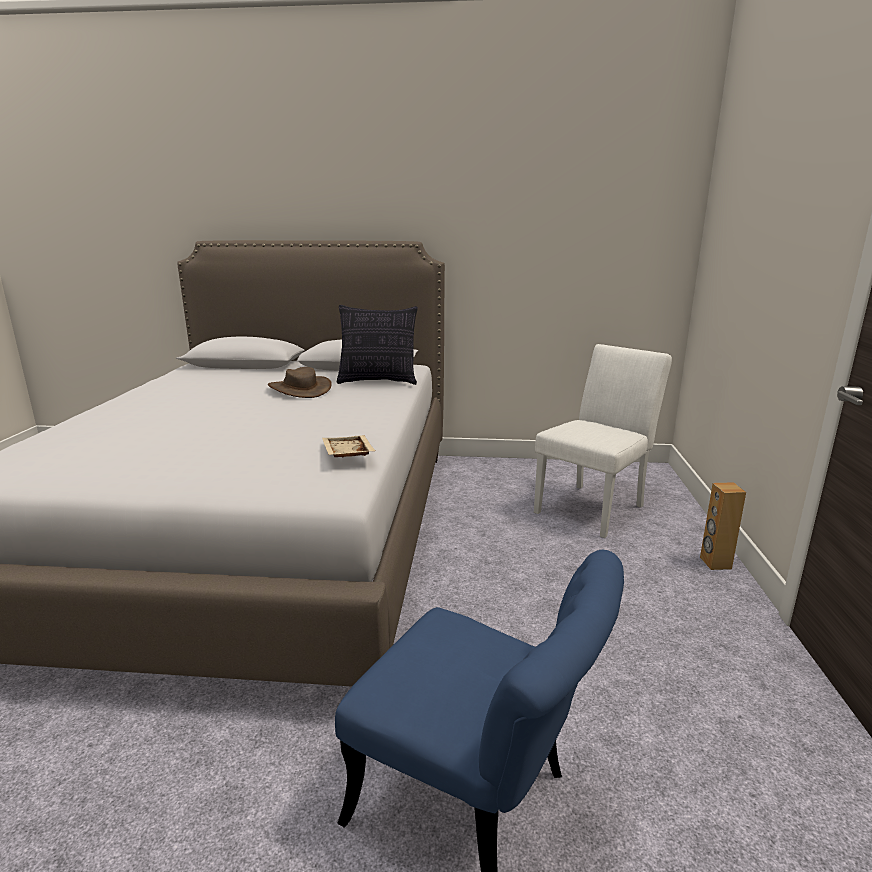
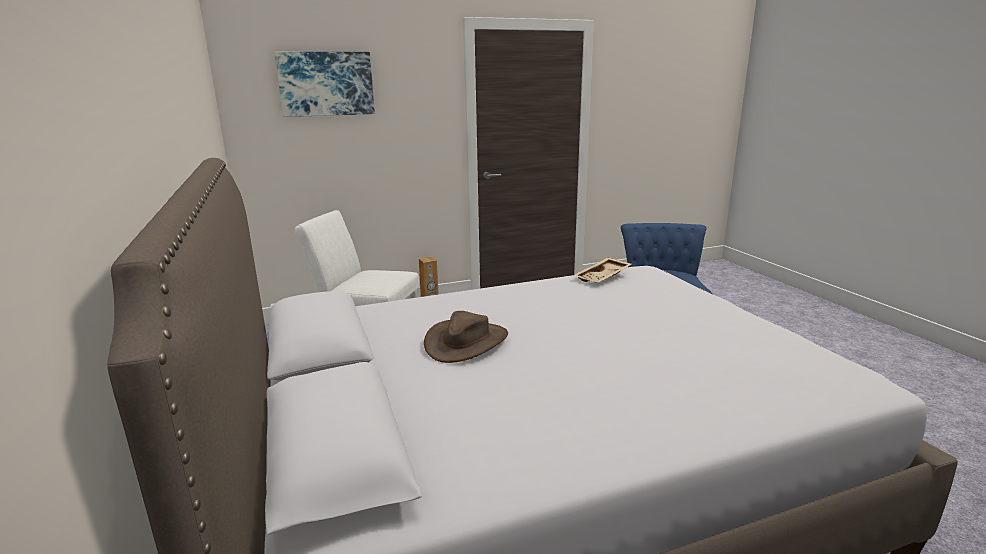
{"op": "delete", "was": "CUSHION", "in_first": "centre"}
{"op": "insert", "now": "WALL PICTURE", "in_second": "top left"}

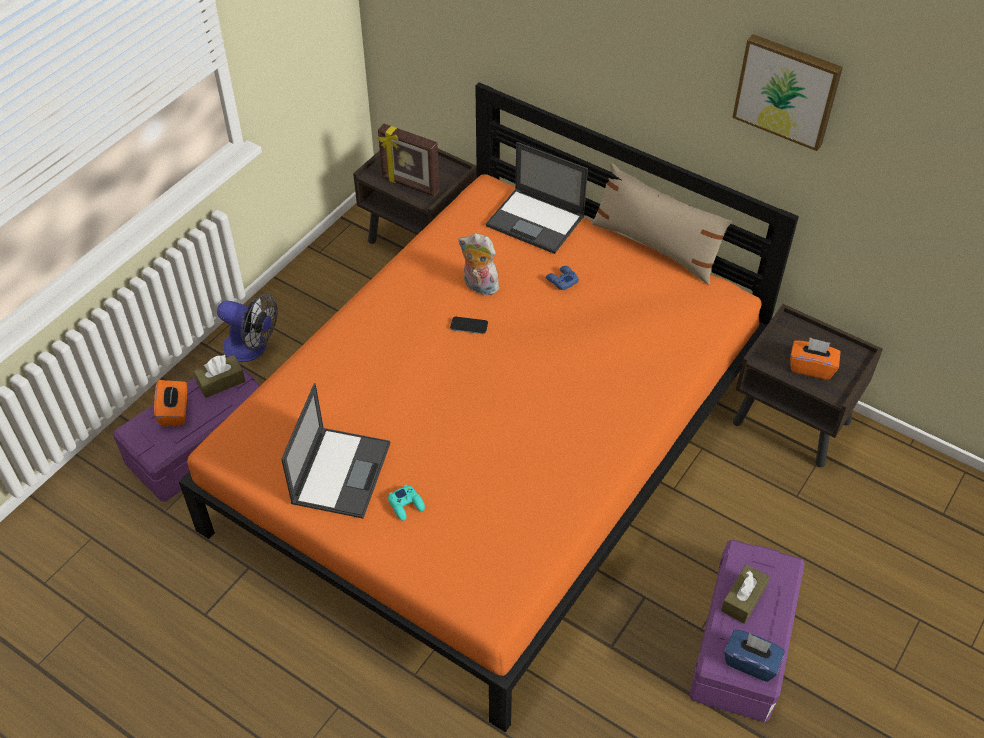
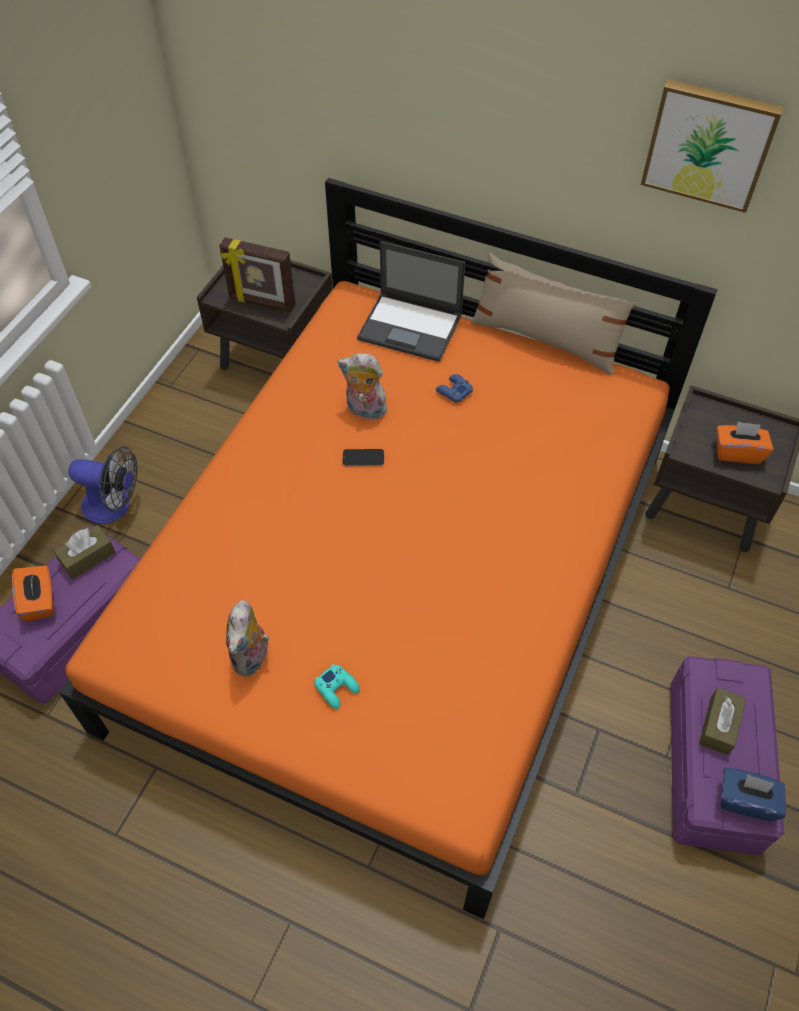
{"op": "replace", "was": "LAPTOP (1st from left)", "now": "SOFT TOY (1st from left)", "in_first": "centre", "in_second": "middle left"}

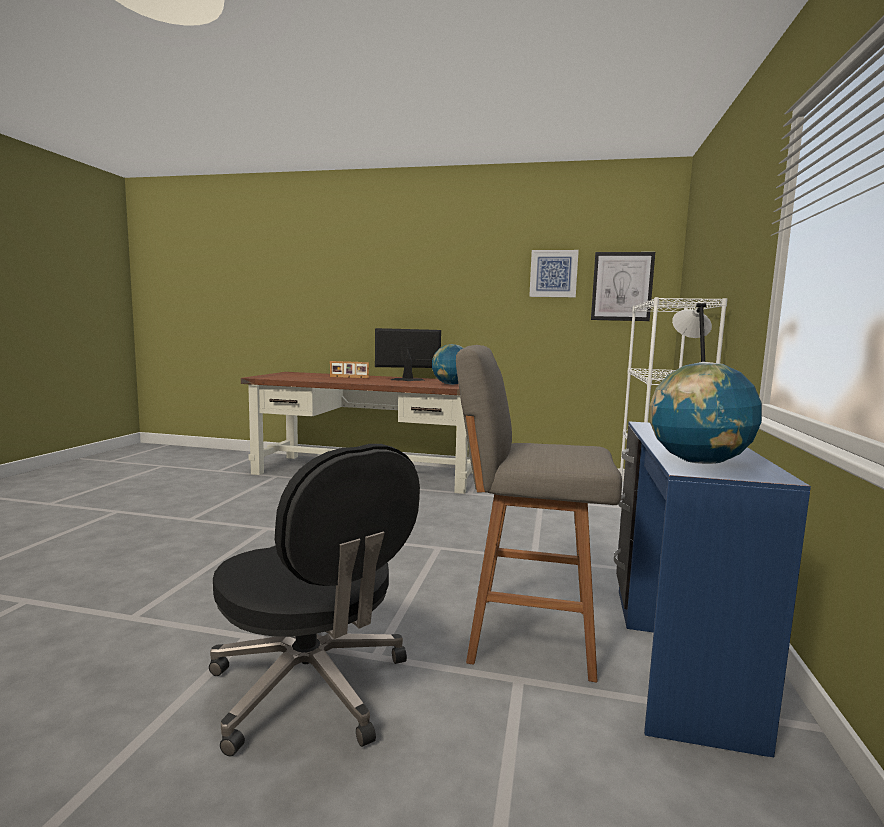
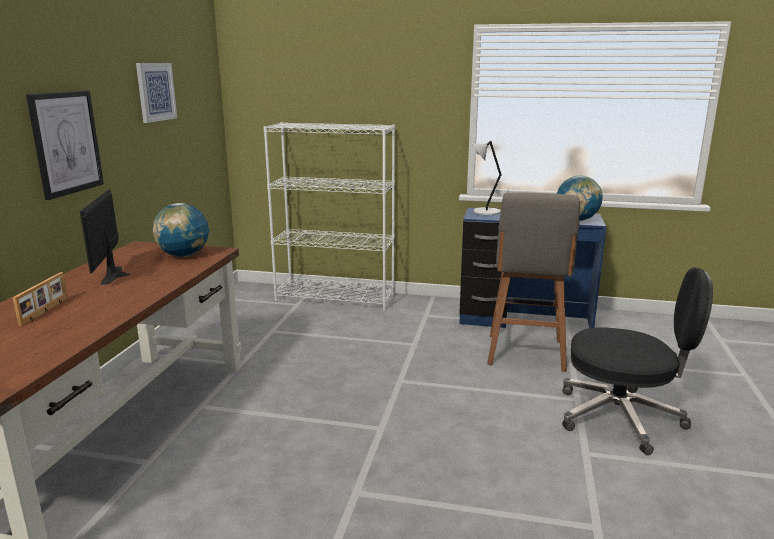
{"op": "move", "was": "WALL PICTURE (2nd from left in the first image)", "now": "WALL PICTURE (1st from left)", "in_first": "middle right", "in_second": "top left"}
{"op": "rotate", "was": "BLACK-COLOURED OFFICE CHAIR", "in_first": "bottom centre", "in_second": "bottom right", "clockwise": 60}

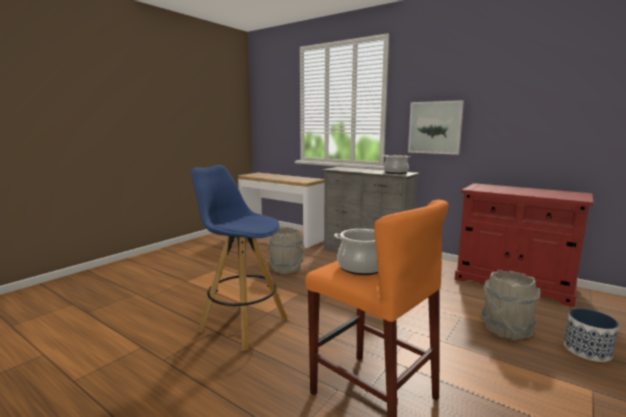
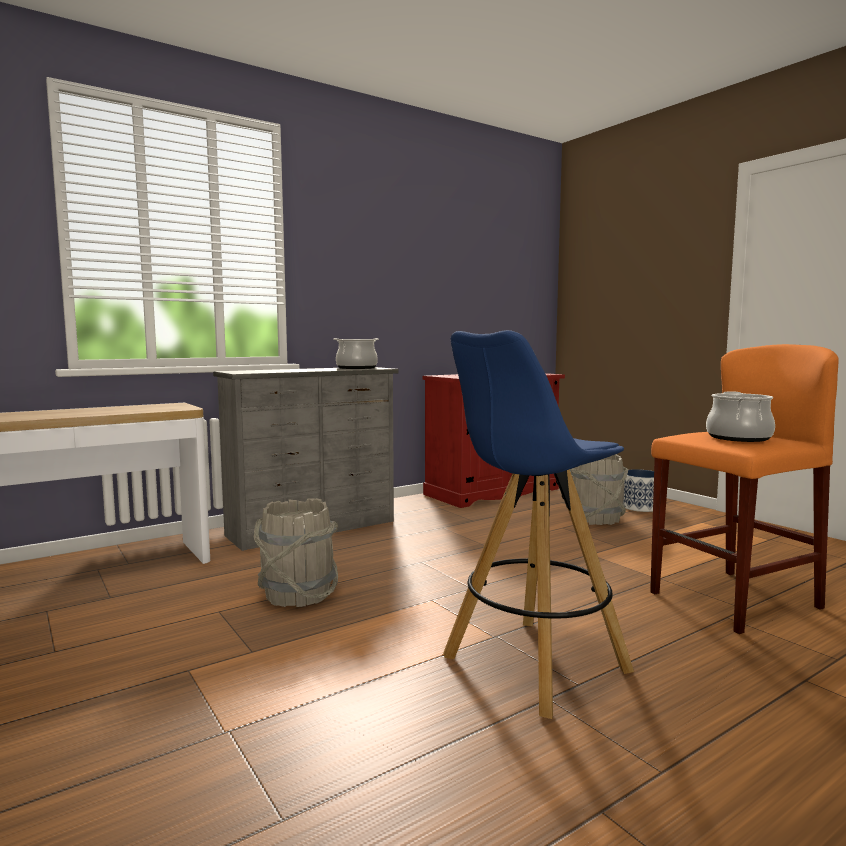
{"op": "delete", "was": "WALL PICTURE", "in_first": "top right"}

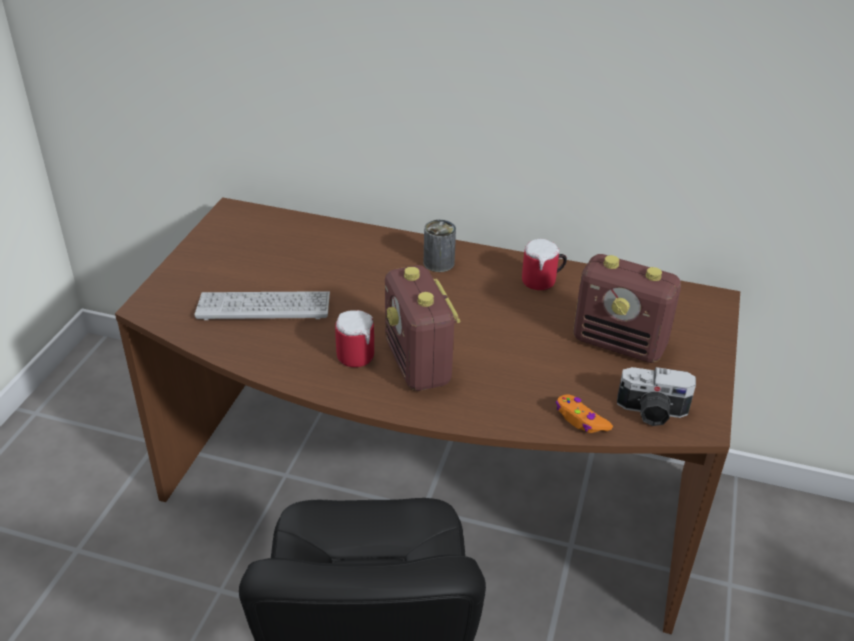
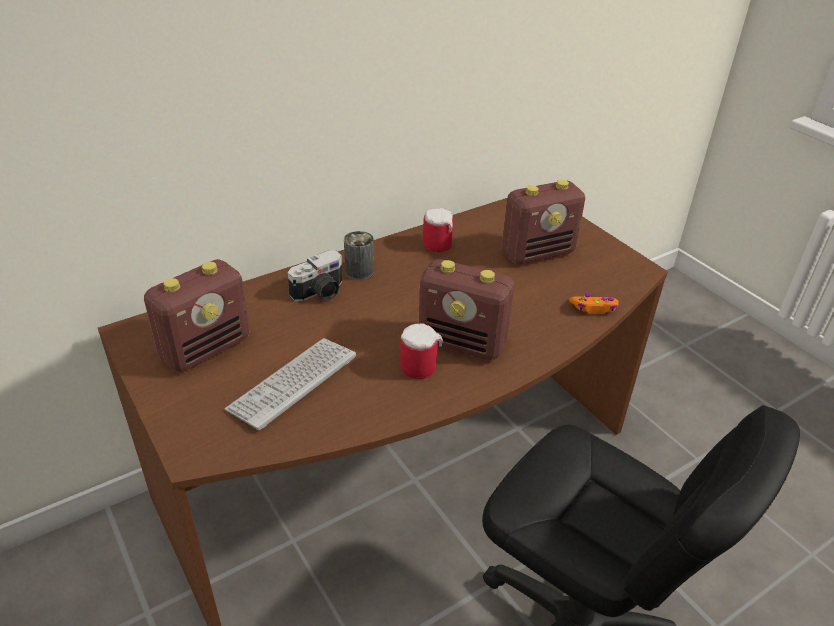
{"op": "move", "was": "STILL CAMERA", "in_first": "middle right", "in_second": "centre"}
{"op": "insert", "now": "RADIO (1st from left)", "in_second": "middle left"}

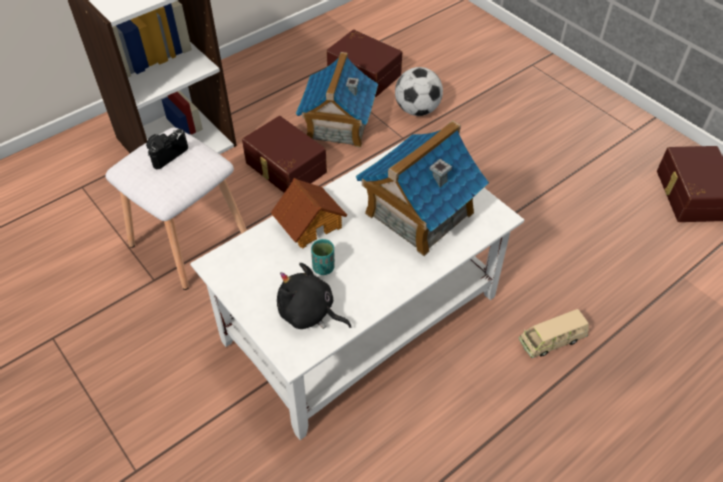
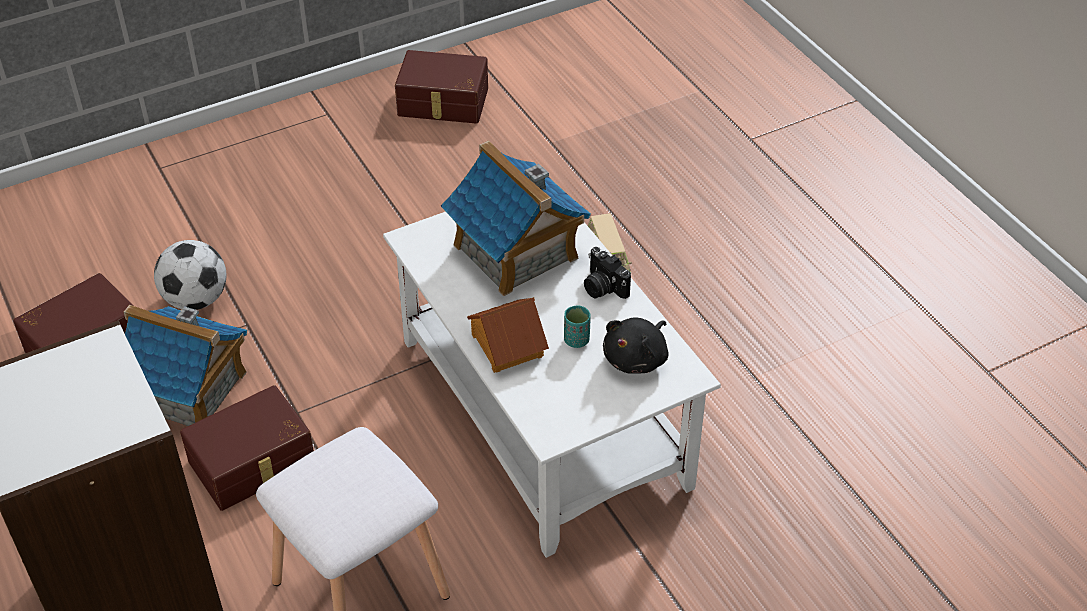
{"op": "move", "was": "STILL CAMERA", "in_first": "top left", "in_second": "centre"}

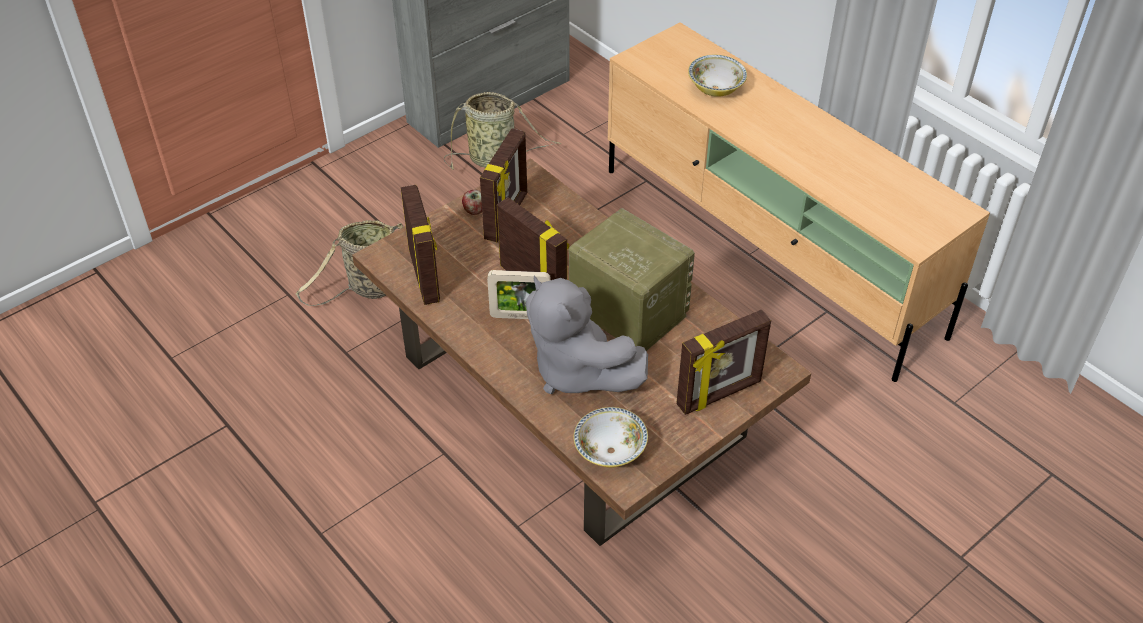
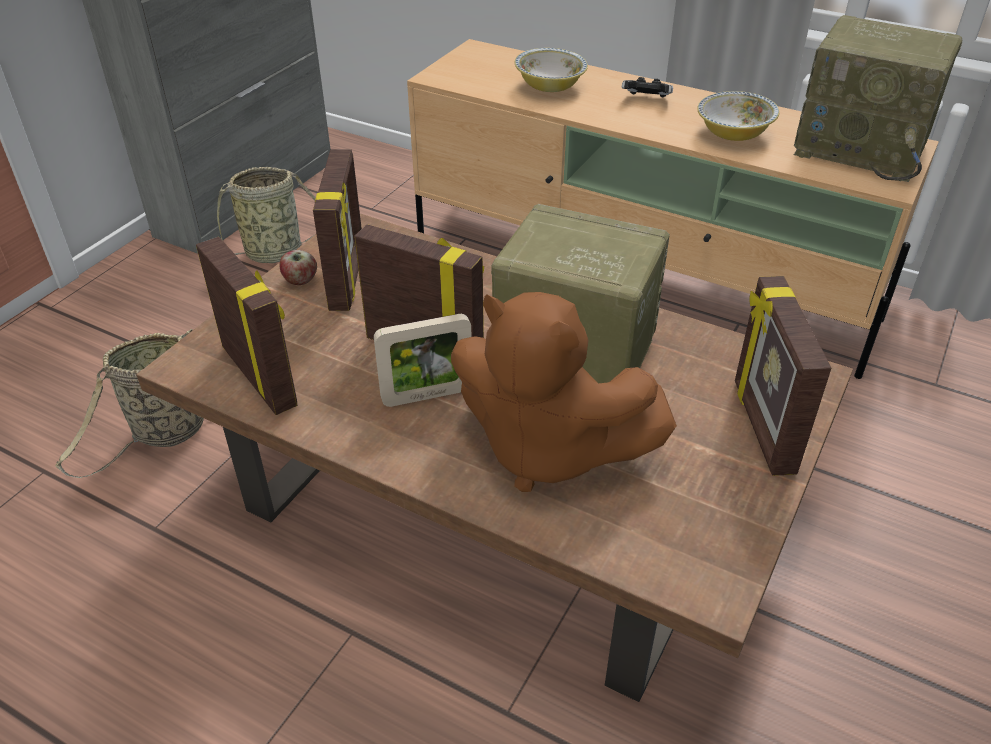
{"op": "recolor", "was": "GREYISH SOFT TOY", "now": "BROWN SOFT TOY", "in_first": "centre", "in_second": "centre"}
{"op": "rotate", "was": "STANDING FRAME (5th from left)", "in_first": "centre", "in_second": "middle right", "clockwise": 135}
{"op": "move", "was": "DEEP DISH (1st from left in the first image)", "now": "DEEP DISH (2nd from left)", "in_first": "bottom centre", "in_second": "top right"}
{"op": "insert", "now": "RADIO (2nd from left)", "in_second": "top right"}
{"op": "insert", "now": "GAME CONTROLLER", "in_second": "top centre"}

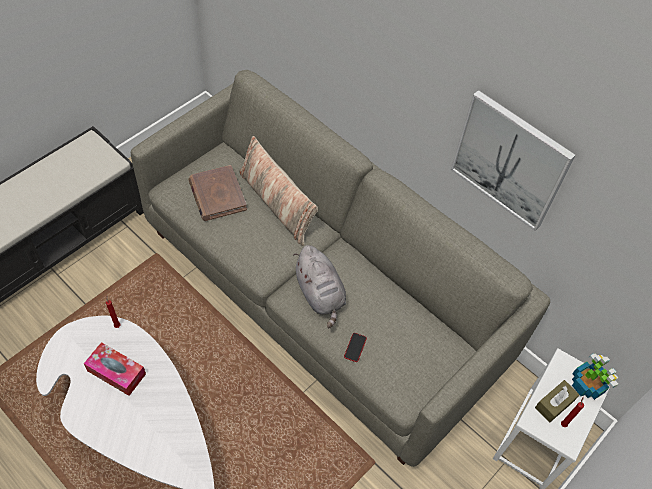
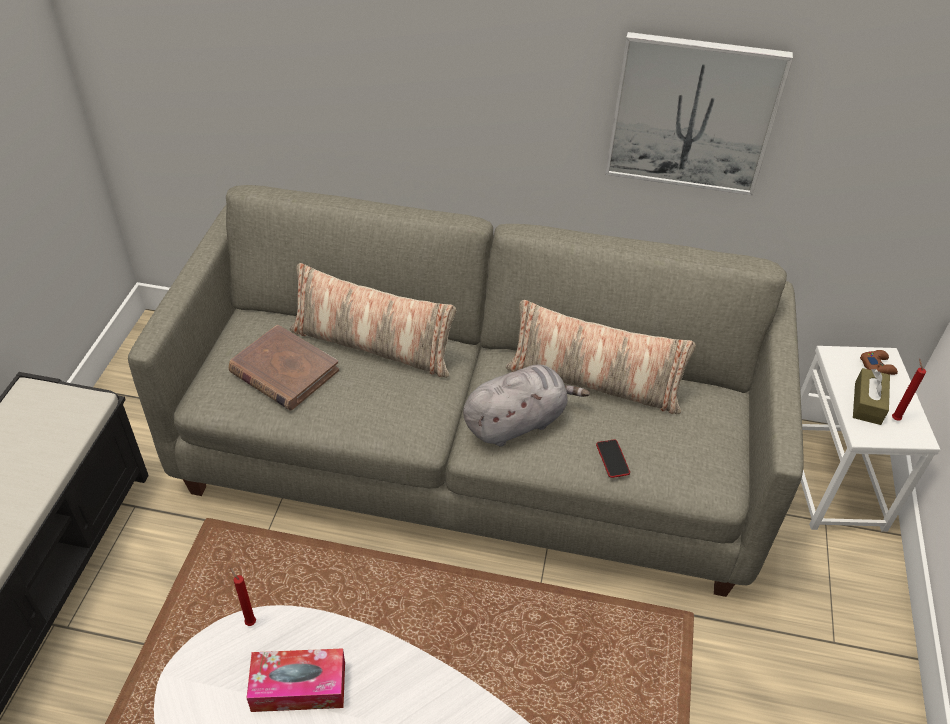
{"op": "rotate", "was": "GREYISH SOFT TOY", "in_first": "centre", "in_second": "centre", "clockwise": -60}
{"op": "replace", "was": "POTTED PLANT", "now": "BROWN GAME CONTROLLER", "in_first": "bottom right", "in_second": "middle right"}
{"op": "insert", "now": "CUSHION (2nd from left)", "in_second": "centre"}

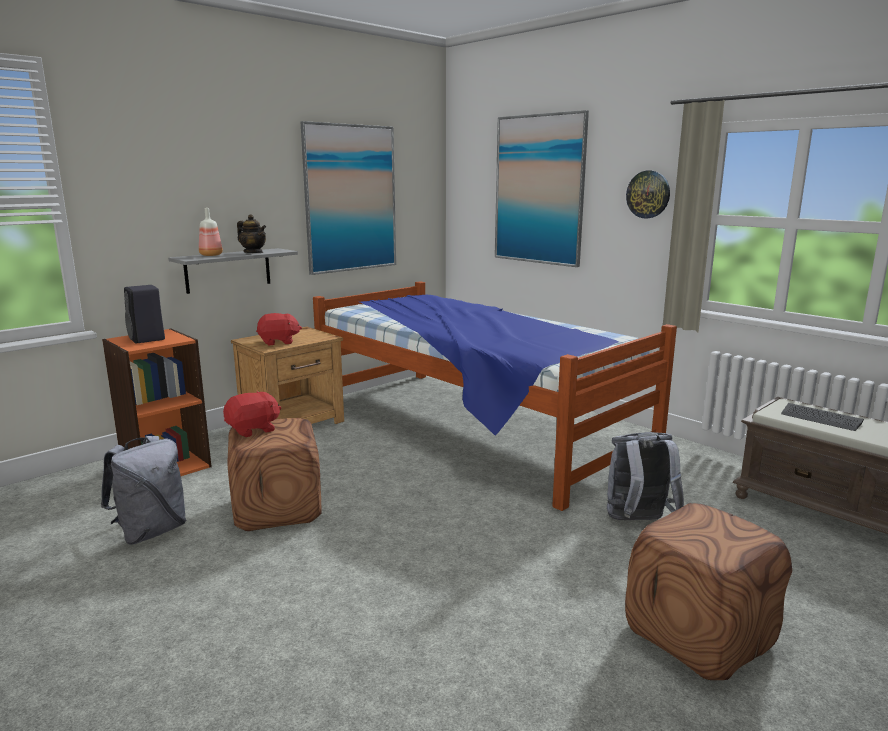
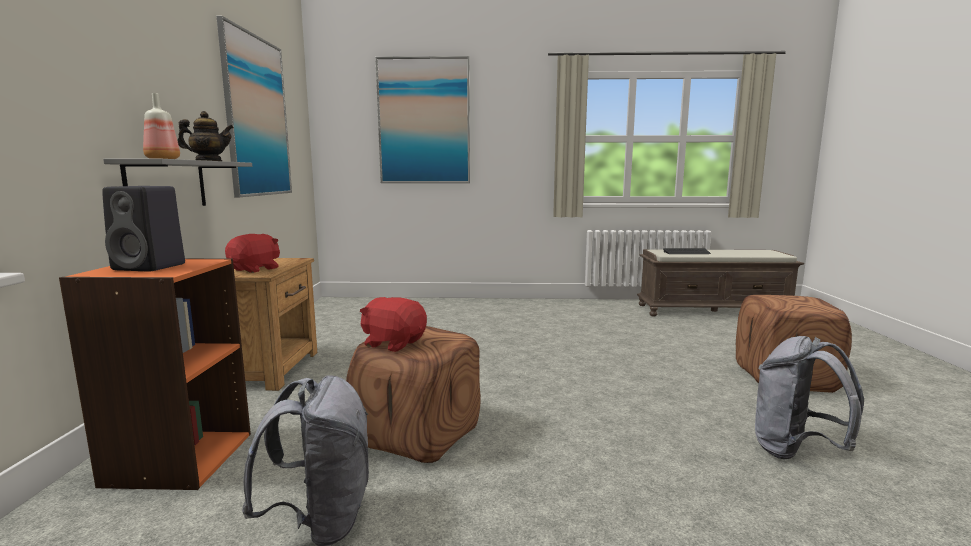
{"op": "delete", "was": "HANGING CLOCK", "in_first": "top right"}
{"op": "delete", "was": "BED", "in_first": "centre"}
{"op": "rotate", "was": "RED-COLOURED SOFT TOY (1st from left in the first image)", "in_first": "middle left", "in_second": "centre", "clockwise": -75}
{"op": "move", "was": "GREYISH KNAPSACK (2nd from left)", "in_first": "middle right", "in_second": "bottom right"}

